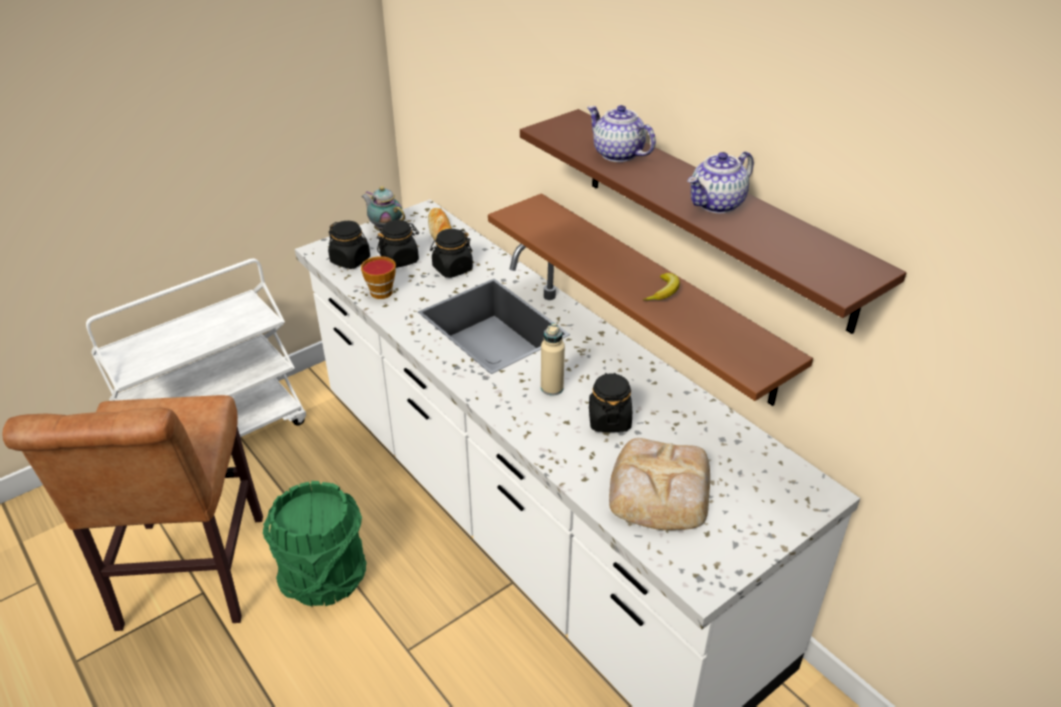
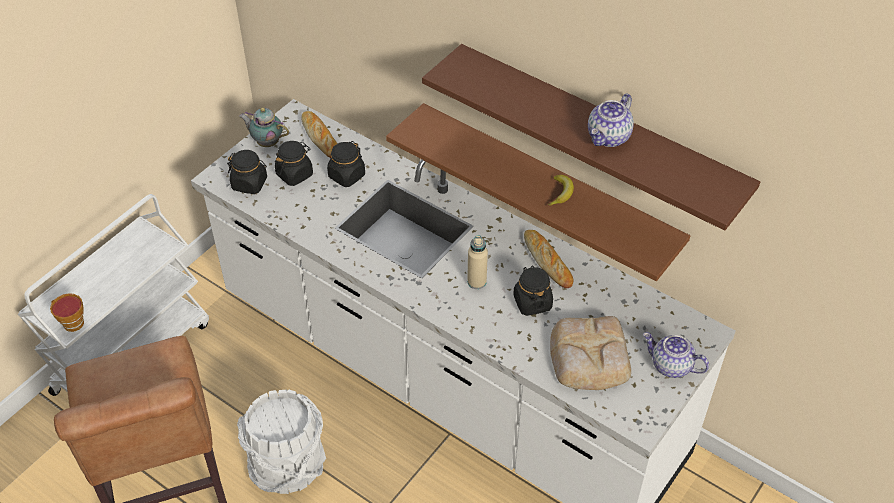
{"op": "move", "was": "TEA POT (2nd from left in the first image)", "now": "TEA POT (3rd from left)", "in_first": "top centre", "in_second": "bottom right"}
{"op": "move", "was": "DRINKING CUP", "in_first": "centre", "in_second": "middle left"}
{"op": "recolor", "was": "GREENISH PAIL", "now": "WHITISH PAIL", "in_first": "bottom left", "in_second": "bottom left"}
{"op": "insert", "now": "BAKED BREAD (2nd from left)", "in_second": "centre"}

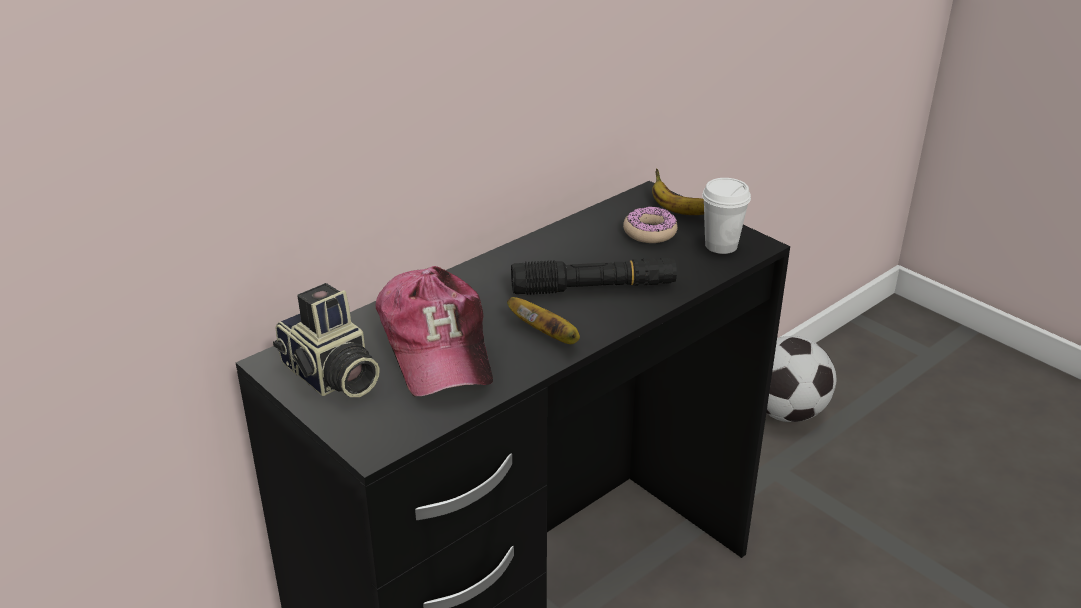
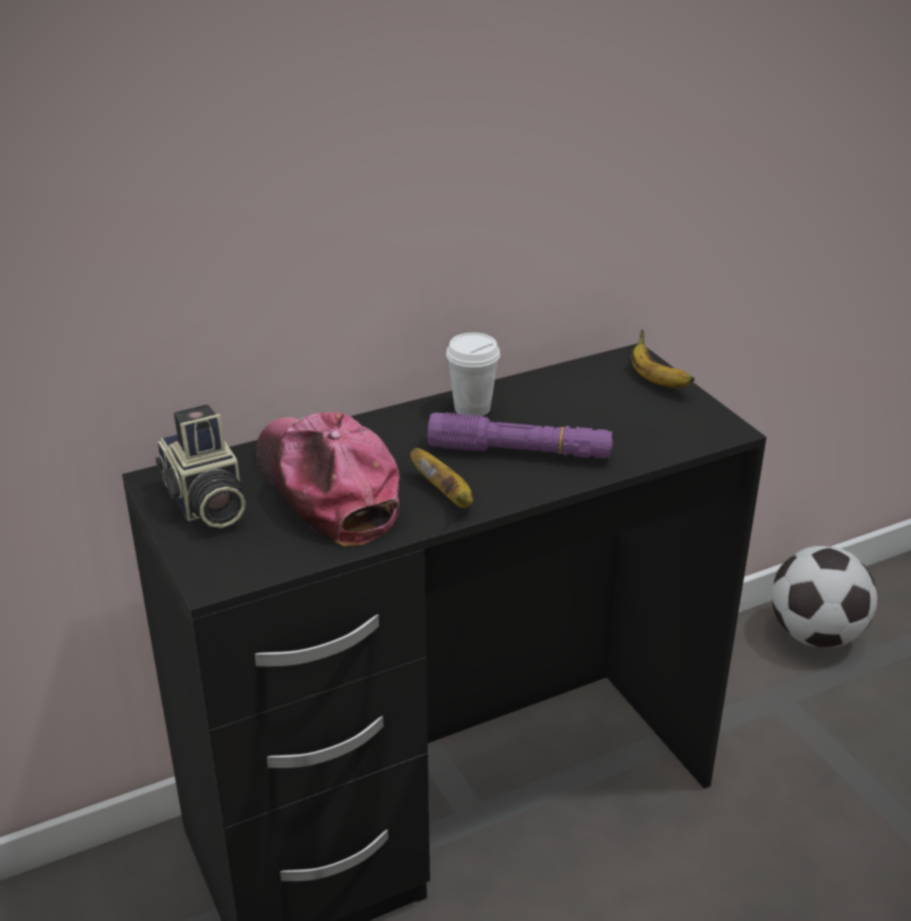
{"op": "move", "was": "WHITISH DRINKING CUP", "in_first": "middle right", "in_second": "centre"}
{"op": "delete", "was": "DONUT", "in_first": "centre"}
{"op": "recolor", "was": "BLACK-COLOURED HAND TORCH", "now": "PURPLE HAND TORCH", "in_first": "centre", "in_second": "centre"}
{"op": "rotate", "was": "CAP", "in_first": "centre", "in_second": "centre", "clockwise": 150}

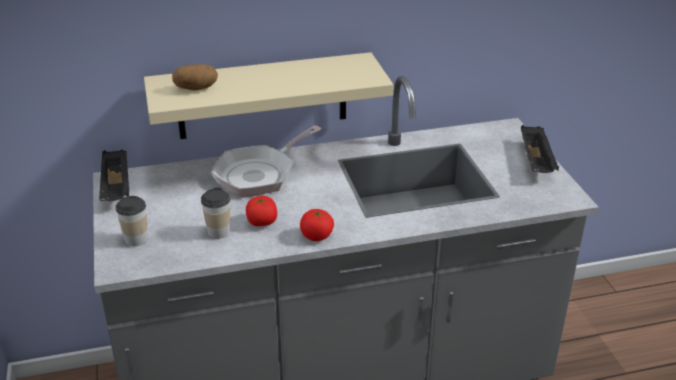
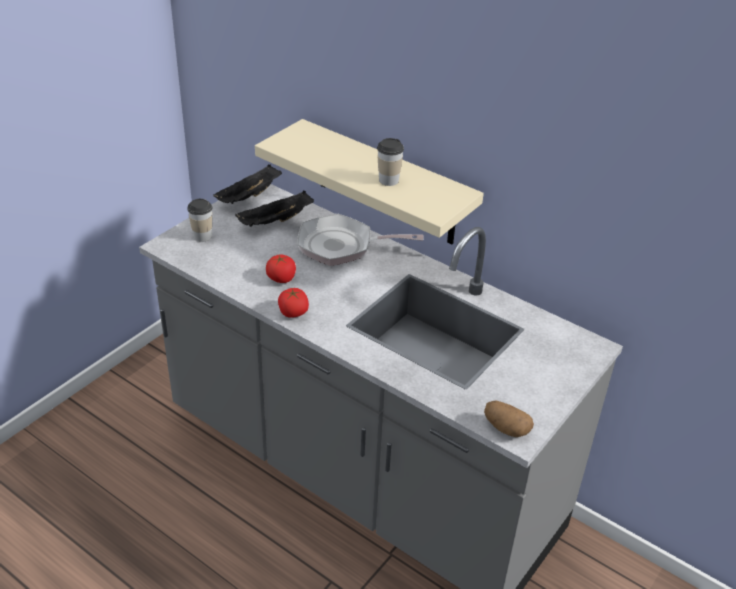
{"op": "move", "was": "SPUD", "in_first": "top left", "in_second": "bottom right"}
{"op": "move", "was": "BLACK-COLOURED TRAY (2nd from left)", "in_first": "middle right", "in_second": "centre"}
{"op": "move", "was": "DRINKING CUP (2nd from left)", "in_first": "middle left", "in_second": "top centre"}

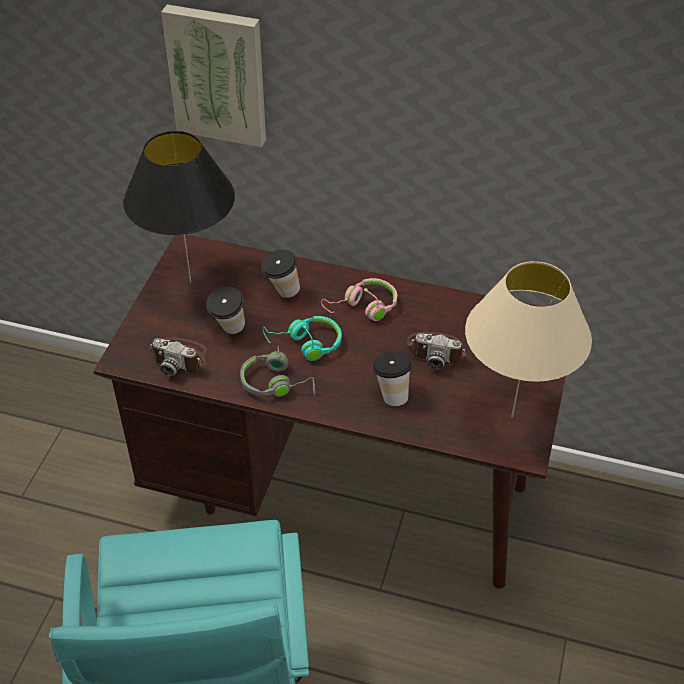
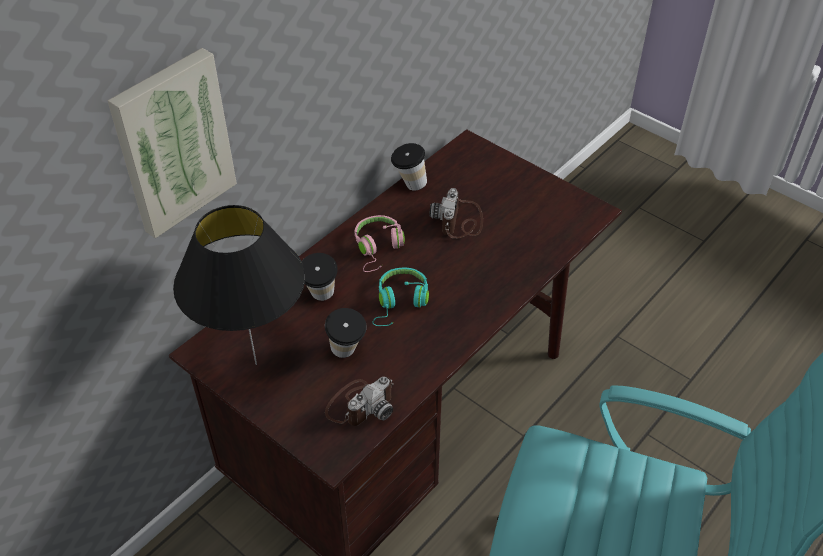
{"op": "delete", "was": "BEIGE LAMP FOR A TABLE", "in_first": "middle right"}
{"op": "rotate", "was": "STILL CAMERA (2nd from left)", "in_first": "centre", "in_second": "centre", "clockwise": 150}
{"op": "delete", "was": "GREYISH HEADSET", "in_first": "centre"}
{"op": "move", "was": "DRINKING CUP (3rd from left)", "in_first": "centre", "in_second": "top centre"}

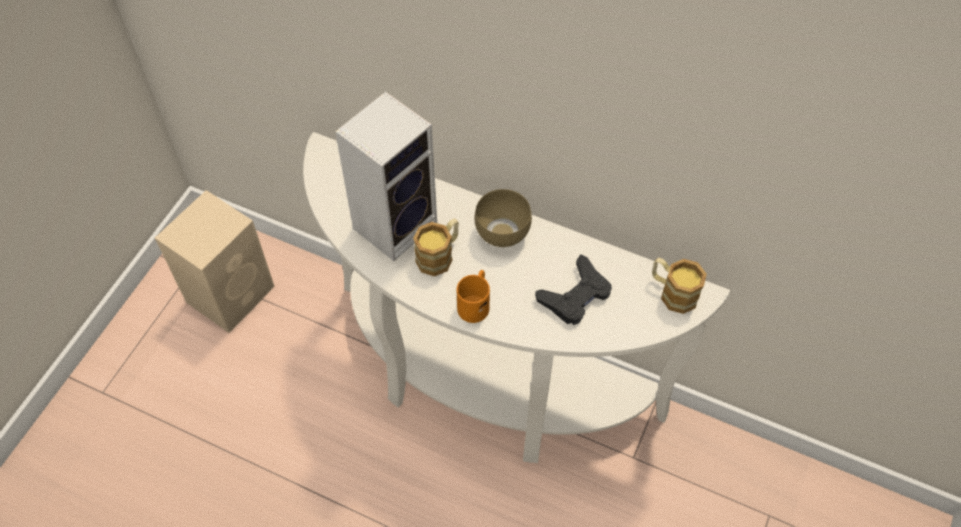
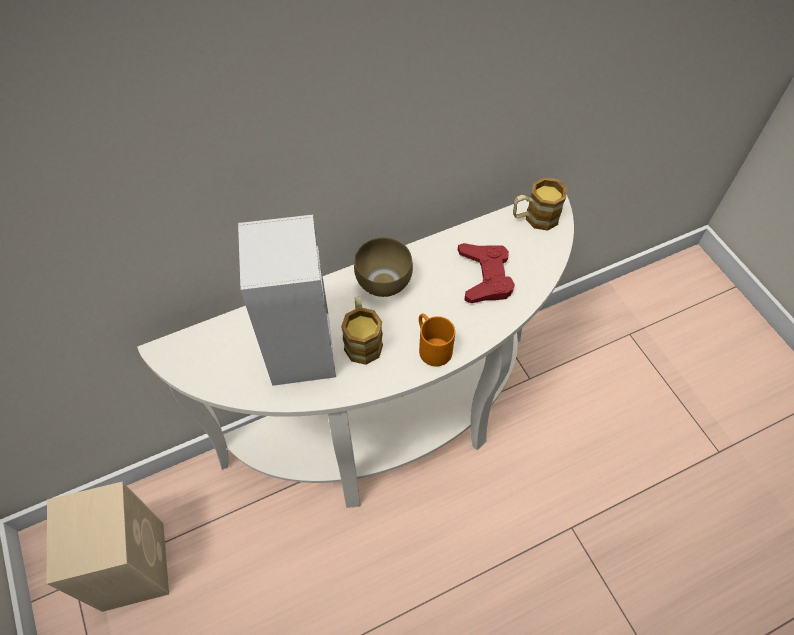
{"op": "recolor", "was": "BLACK-COLOURED GAME CONTROLLER", "now": "RED-COLOURED GAME CONTROLLER", "in_first": "centre", "in_second": "centre"}

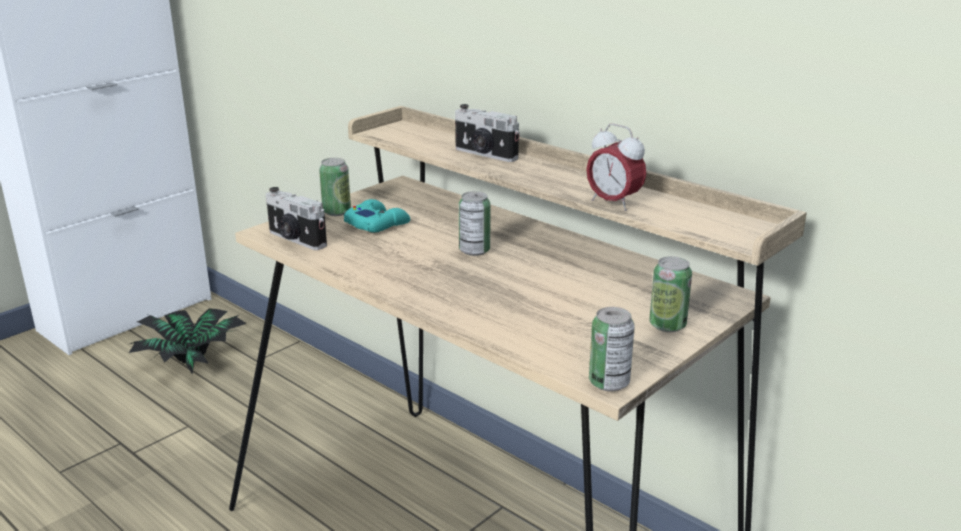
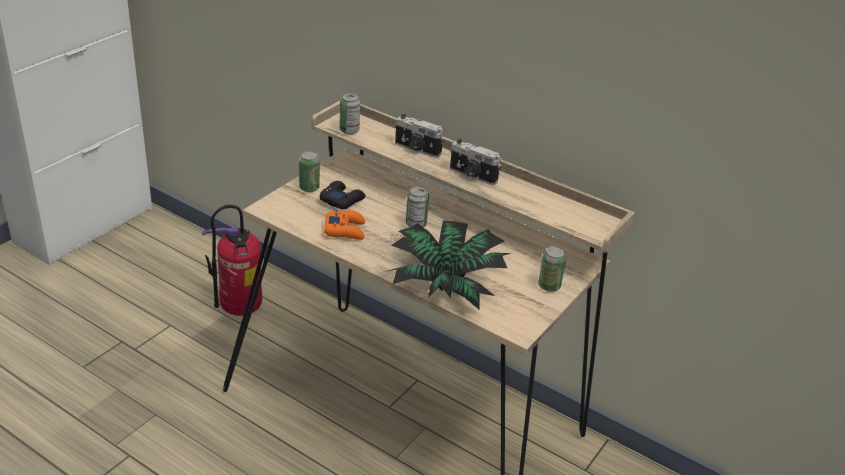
{"op": "delete", "was": "ALARM CLOCK", "in_first": "top centre"}
{"op": "move", "was": "STILL CAMERA (1st from left in the first image)", "now": "STILL CAMERA (2nd from left)", "in_first": "middle left", "in_second": "centre"}
{"op": "recolor", "was": "TURQUOISE-COLOURED GAME CONTROLLER", "now": "BLACK-COLOURED GAME CONTROLLER", "in_first": "centre", "in_second": "centre"}
{"op": "move", "was": "CAN (3rd from left in the first image)", "now": "CAN (2nd from left)", "in_first": "centre", "in_second": "top centre"}
{"op": "move", "was": "POTTED PLANT", "in_first": "middle left", "in_second": "centre"}
{"op": "insert", "now": "FIRE-FIGHTING CYLINDER", "in_second": "middle left"}
{"op": "insert", "now": "ORANGE-COLOURED GAME CONTROLLER", "in_second": "centre"}

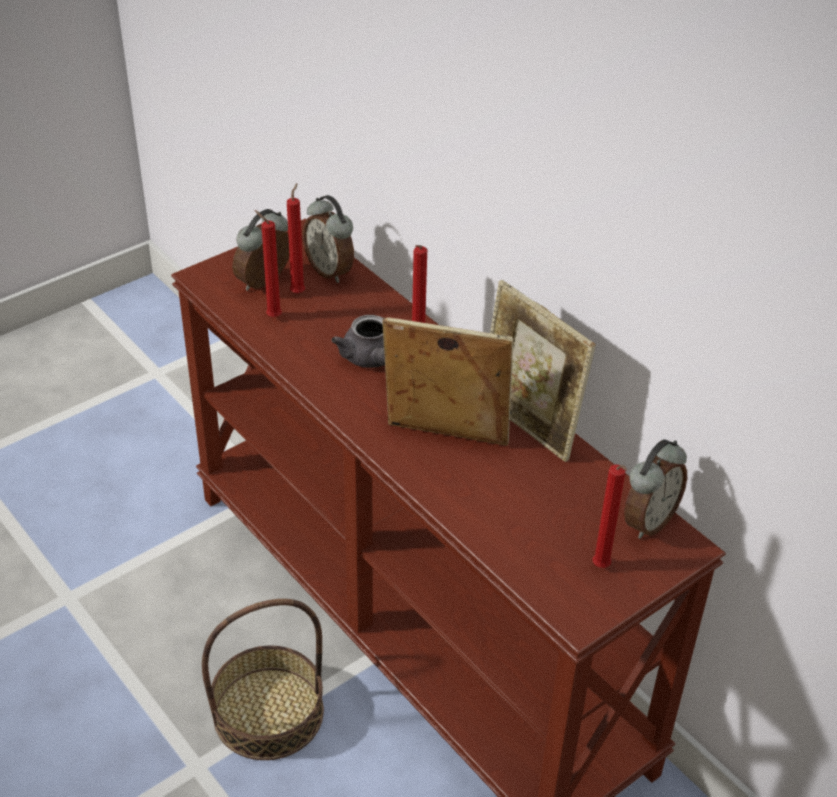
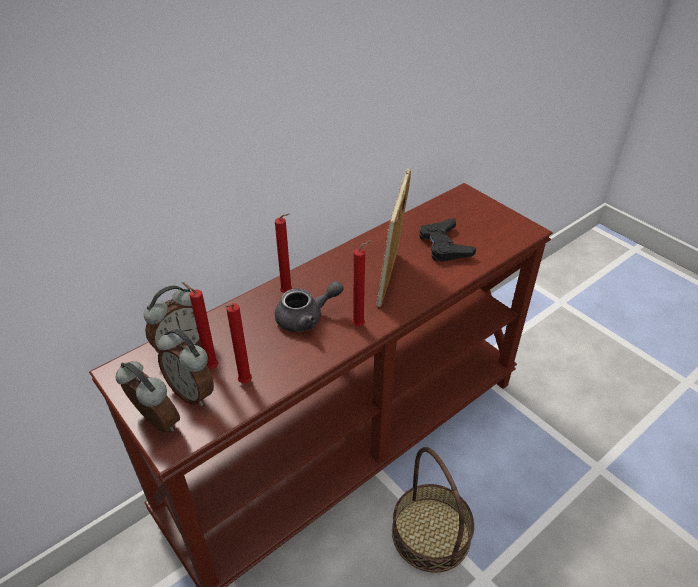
{"op": "delete", "was": "STANDING FRAME (2nd from left)", "in_first": "centre"}
{"op": "move", "was": "ALARM CLOCK (3rd from left in the first image)", "now": "ALARM CLOCK (1st from left)", "in_first": "middle right", "in_second": "bottom left"}
{"op": "move", "was": "RED-COLOURED WAX CANDLE (4th from left)", "in_first": "middle right", "in_second": "centre"}
{"op": "insert", "now": "BLACK-COLOURED GAME CONTROLLER", "in_second": "centre"}

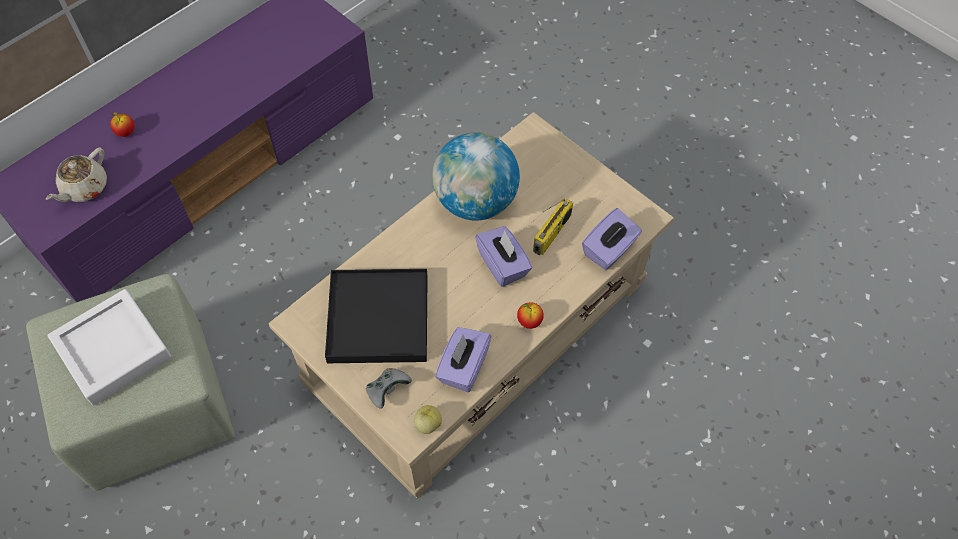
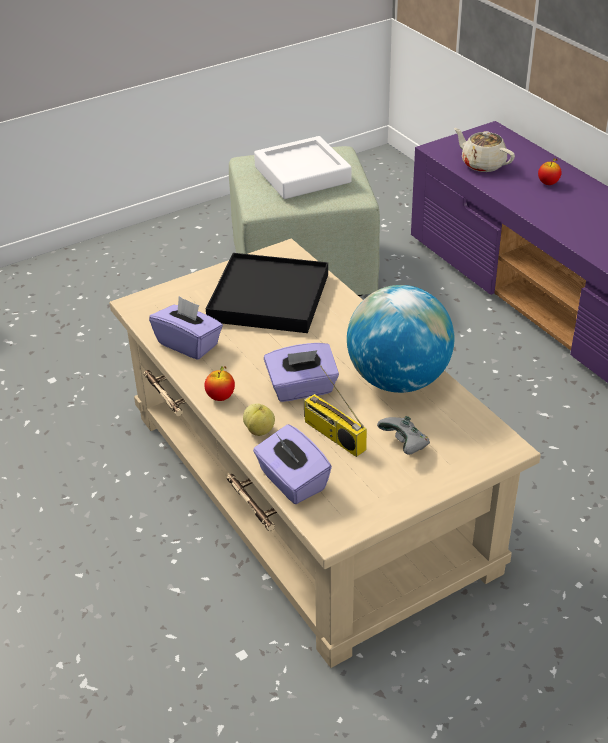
{"op": "move", "was": "GREYISH GAME CONTROLLER", "in_first": "bottom centre", "in_second": "centre"}
{"op": "move", "was": "APPLE (2nd from left)", "in_first": "bottom centre", "in_second": "centre"}

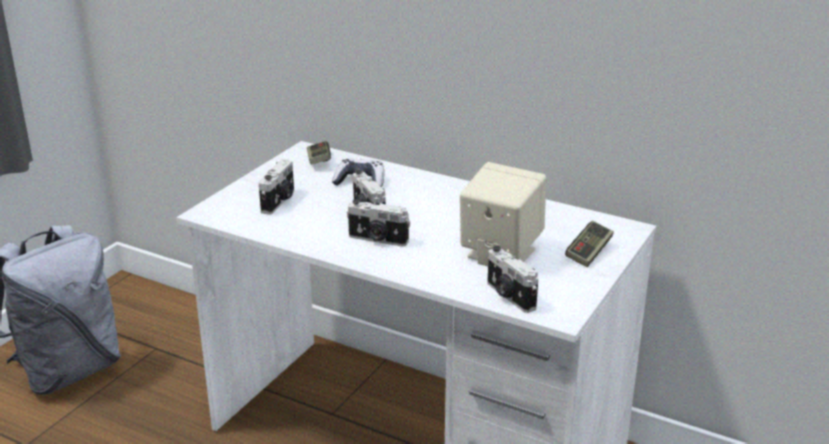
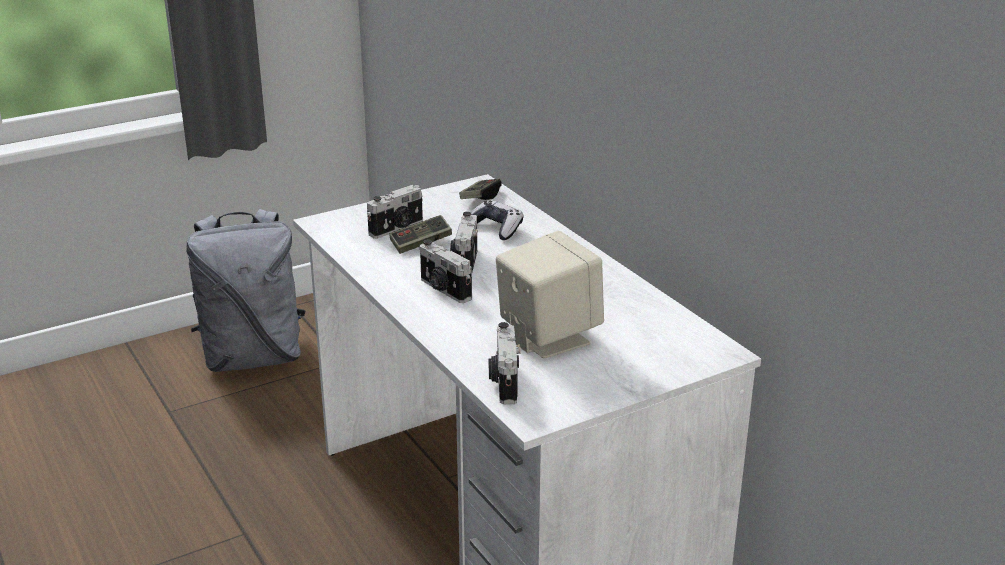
{"op": "move", "was": "GAME CONTROLLER (3rd from left in the first image)", "now": "GAME CONTROLLER (1st from left)", "in_first": "middle right", "in_second": "centre"}

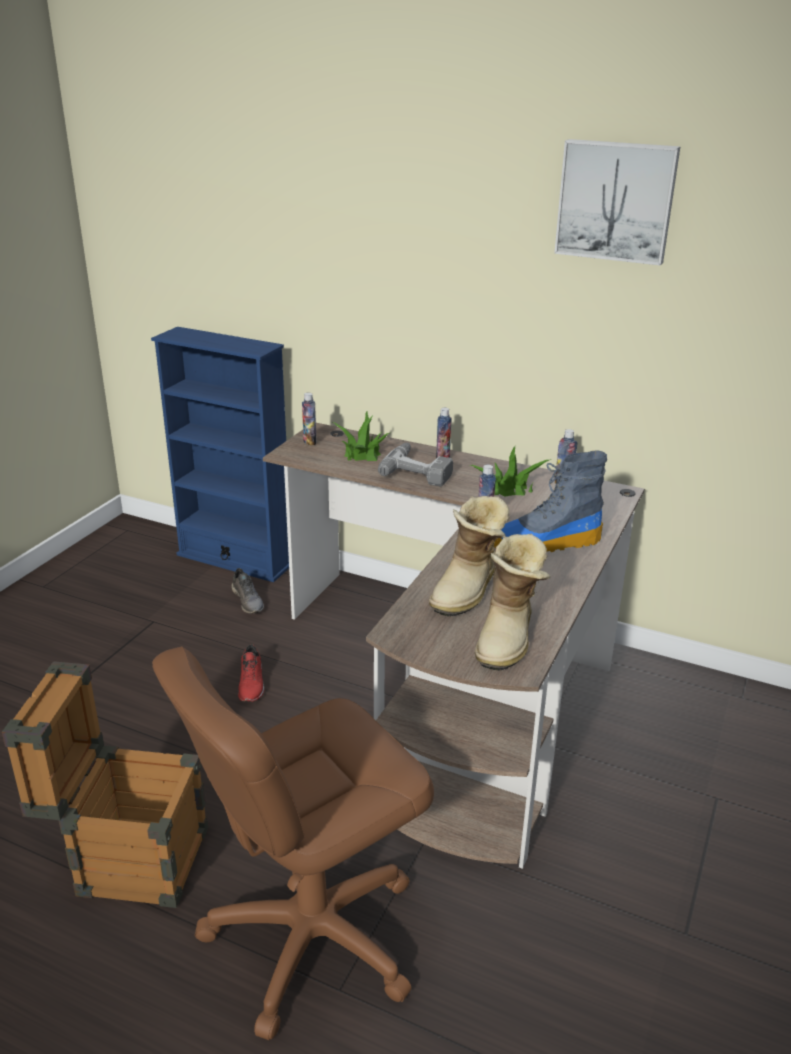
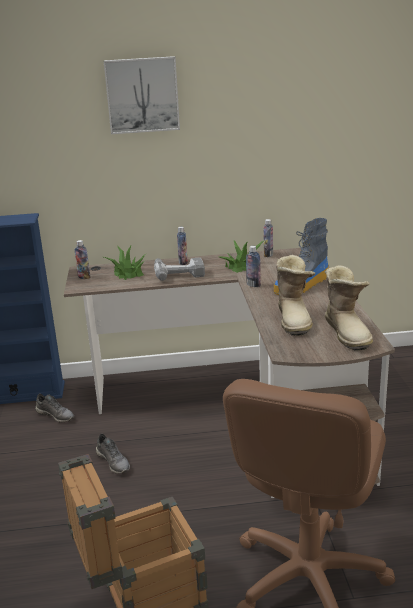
{"op": "move", "was": "WALL PICTURE", "in_first": "top right", "in_second": "top centre"}
{"op": "recolor", "was": "RED-COLOURED SHOE", "now": "GREYISH SHOE (2nd from left)", "in_first": "middle left", "in_second": "bottom left"}

